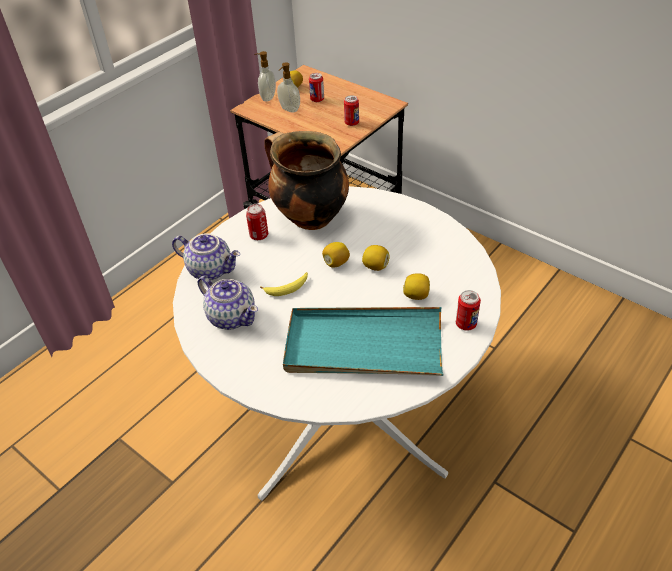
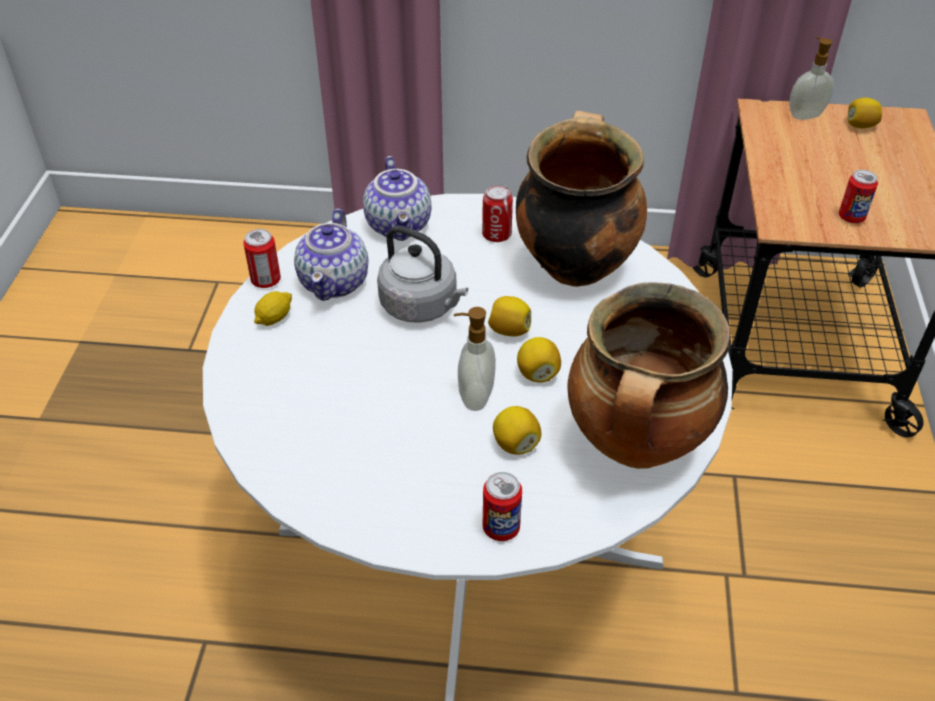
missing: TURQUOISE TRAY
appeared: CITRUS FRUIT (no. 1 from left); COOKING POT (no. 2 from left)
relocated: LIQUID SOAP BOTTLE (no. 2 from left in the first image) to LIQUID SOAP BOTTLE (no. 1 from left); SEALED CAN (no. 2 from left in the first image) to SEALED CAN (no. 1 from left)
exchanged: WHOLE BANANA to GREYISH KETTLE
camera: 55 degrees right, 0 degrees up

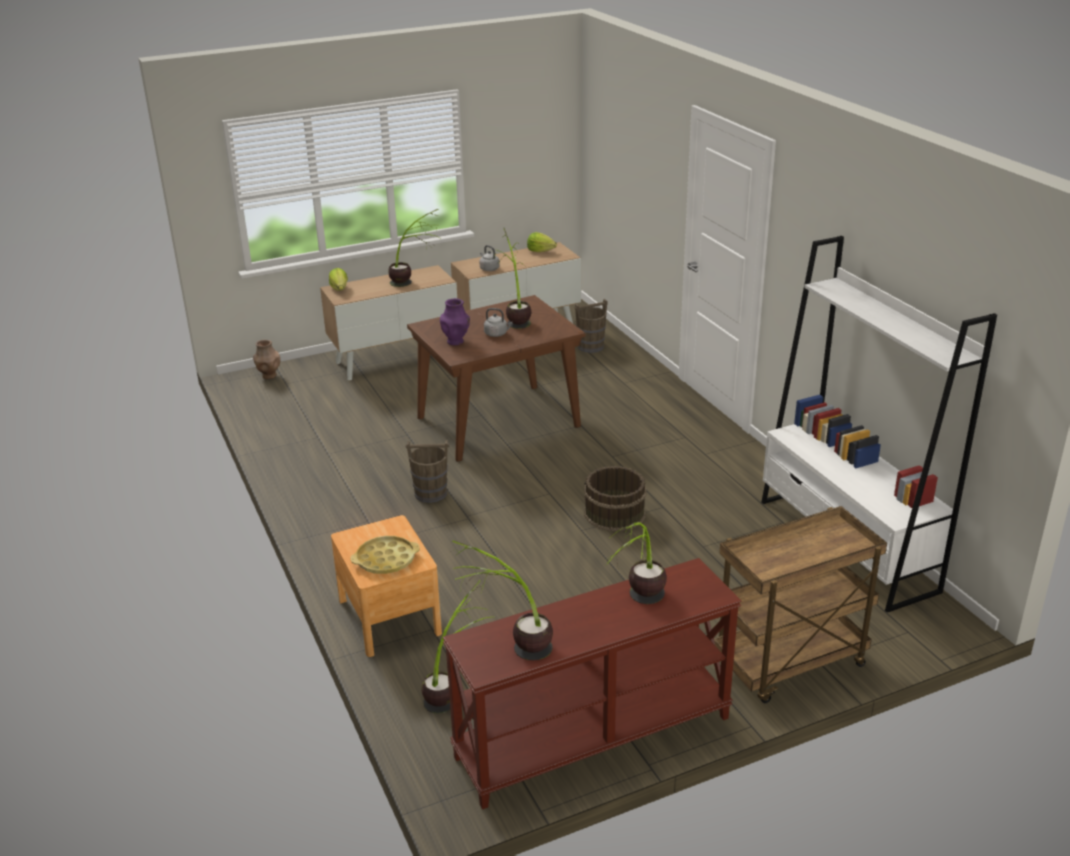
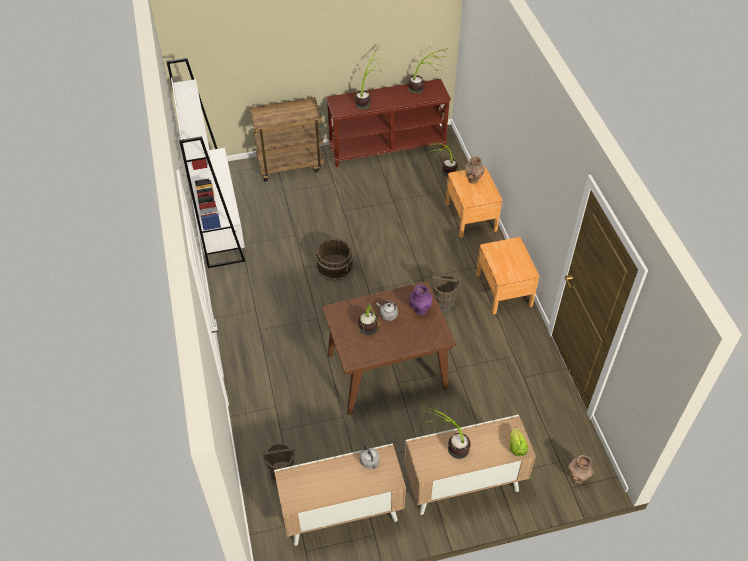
missing: LETTUCE HEAD (no. 2 from left)
appeared: BROWN-COLOURED BEDSIDE TABLE (no. 2 from left)
exchanged: YELLOW-COLOURED TRAY to BROWN-COLOURED DECORATIVE VASE (no. 1 from left)
camera: 170 degrees left, 20 degrees up

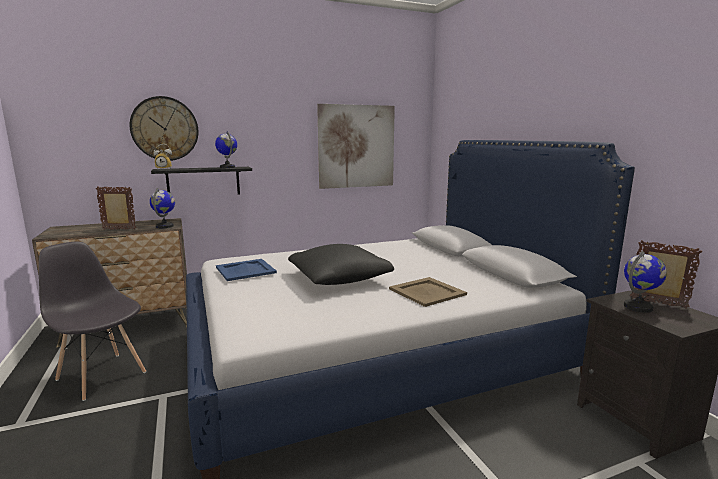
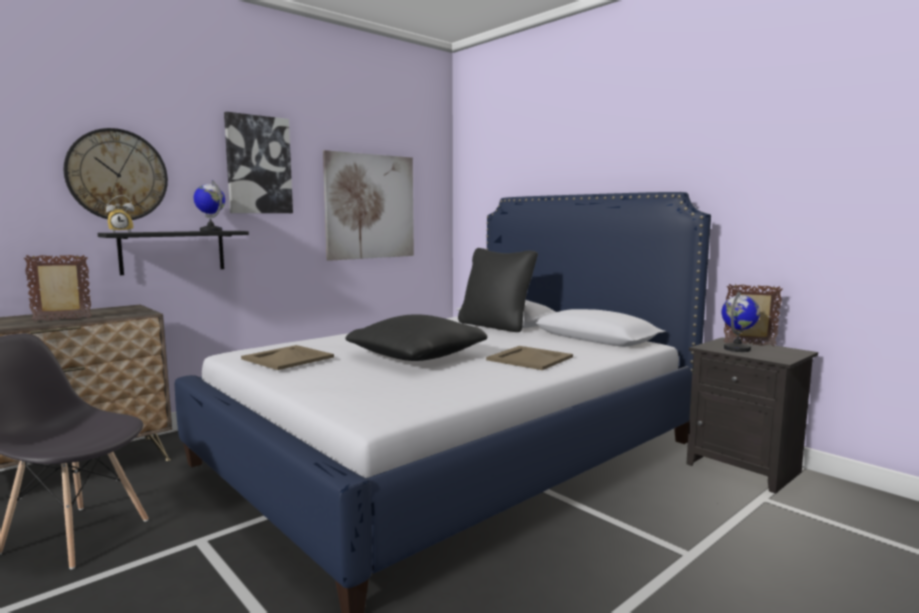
missing: GLOBE (no. 1 from left)
appeared: WALL PICTURE (no. 1 from left); BLACK THROW PILLOW (no. 2 from left)
colour: BLUE-COLOURED TRAY to BEIGE TRAY (no. 1 from left)
camera: 20 degrees left, 5 degrees down

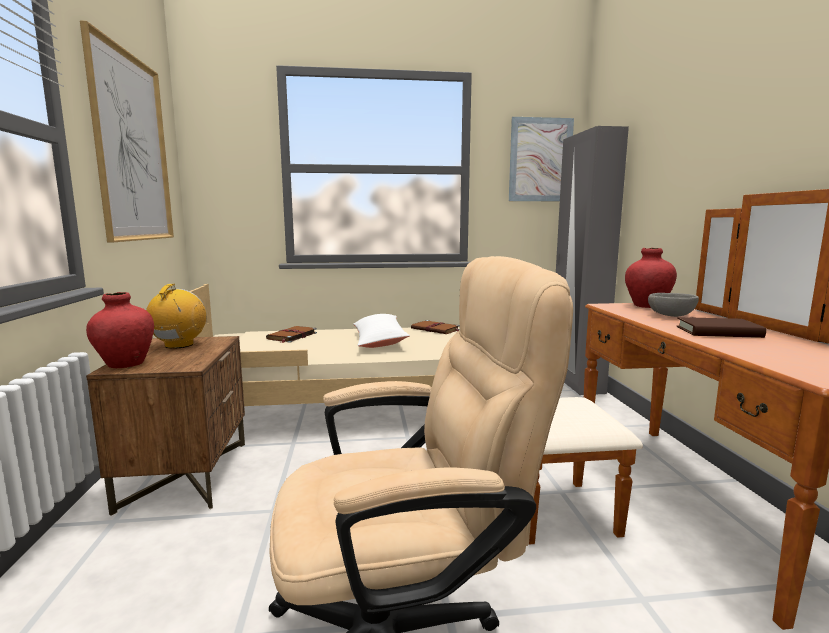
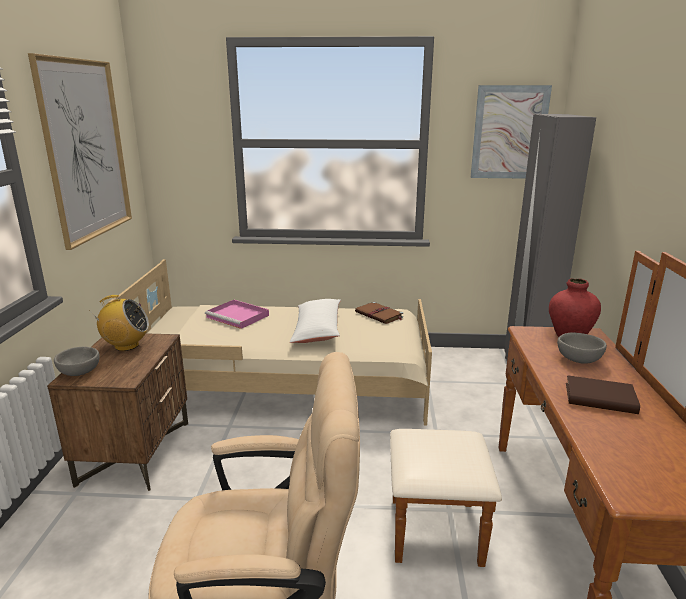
exchanged: RED-COLOURED DECORATIVE VASE (no. 1 from left) to GREYISH DEEP DISH (no. 1 from left); BROWN-COLOURED VOLUME (no. 1 from left) to PINK TRAY
spun: RADIO RECEIVER 75 degrees clockwise
camera: 10 degrees right, 10 degrees up

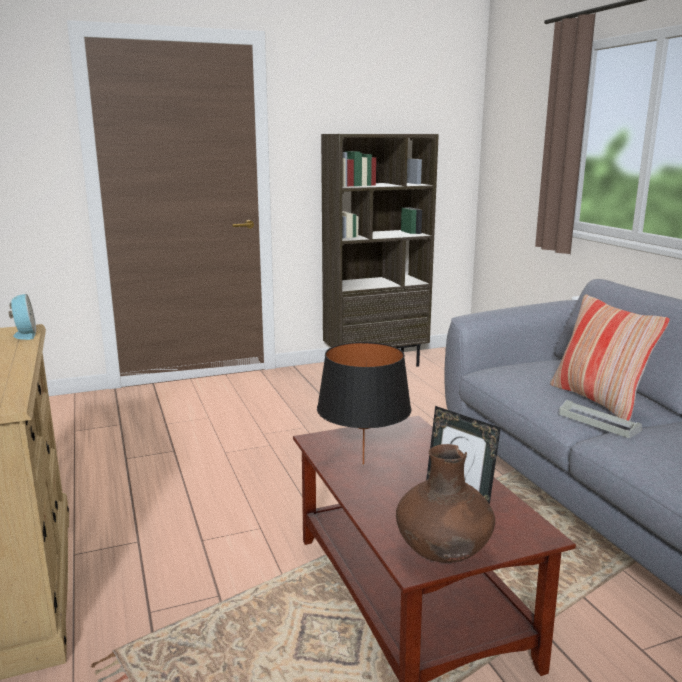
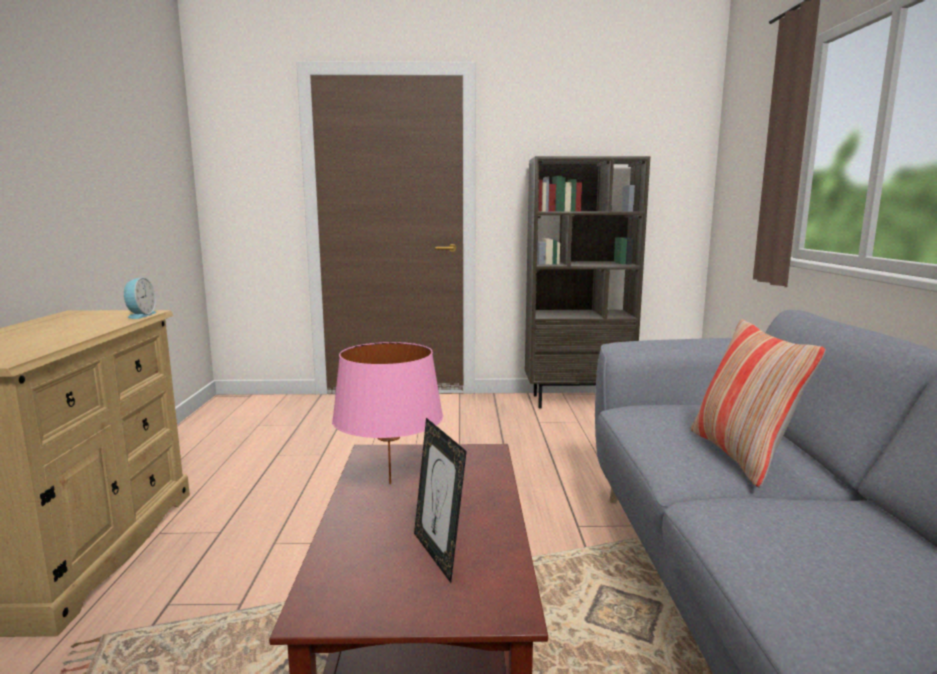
missing: BROWN-COLOURED DECORATIVE VASE; GREYISH TRAY
colour: BLACK TABLETOP LAMP to PINK TABLETOP LAMP
camera: 20 degrees right, 5 degrees down

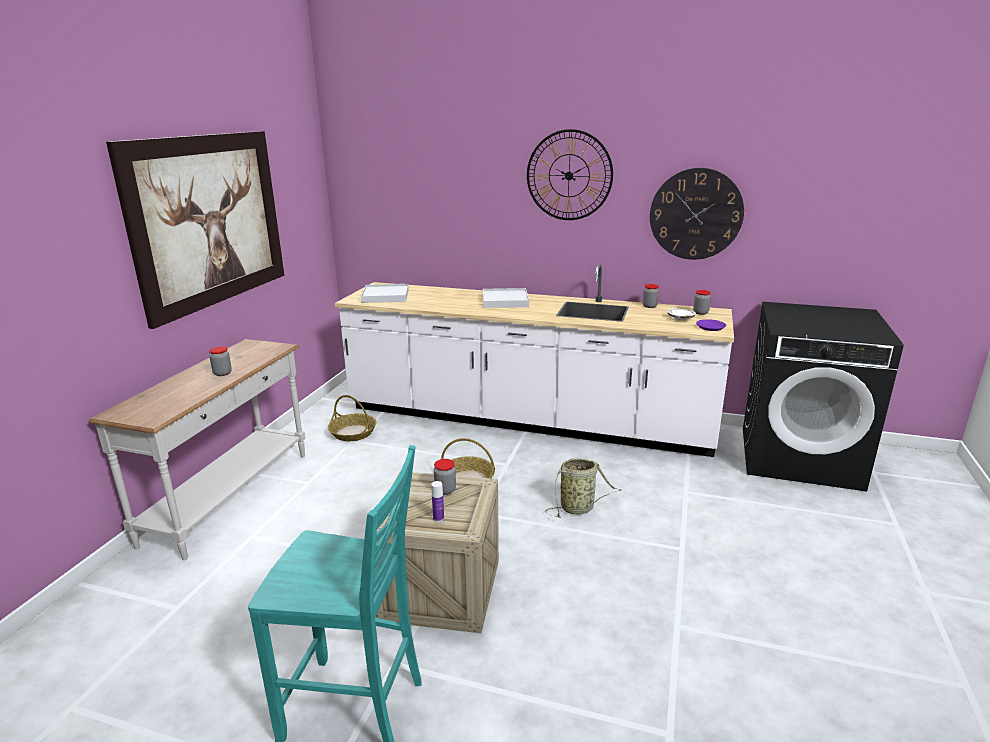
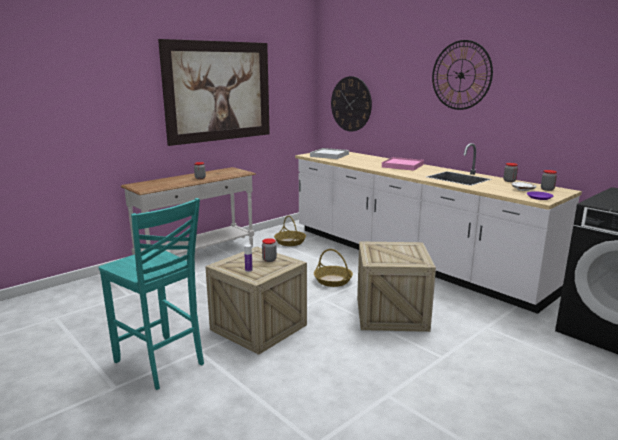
relocated: CLOCK ON THE WALL (no. 2 from left in the first image) to CLOCK ON THE WALL (no. 1 from left)
exchanged: HOUSEHOLD BASKET (no. 3 from left) to CRATE (no. 2 from left)
colour: WHITISH TRAY (no. 2 from left) to PINK TRAY
camera: 30 degrees right, 5 degrees down

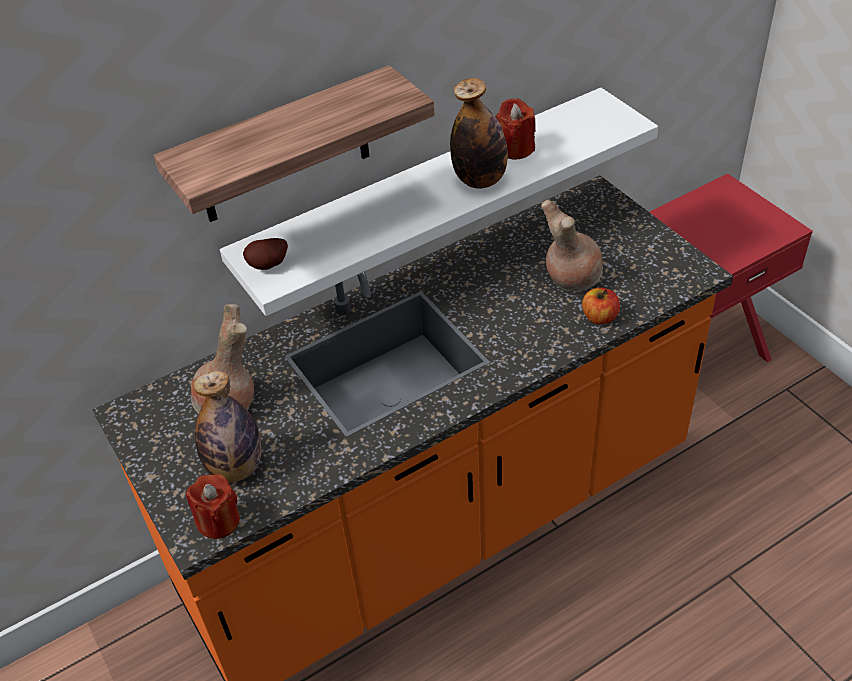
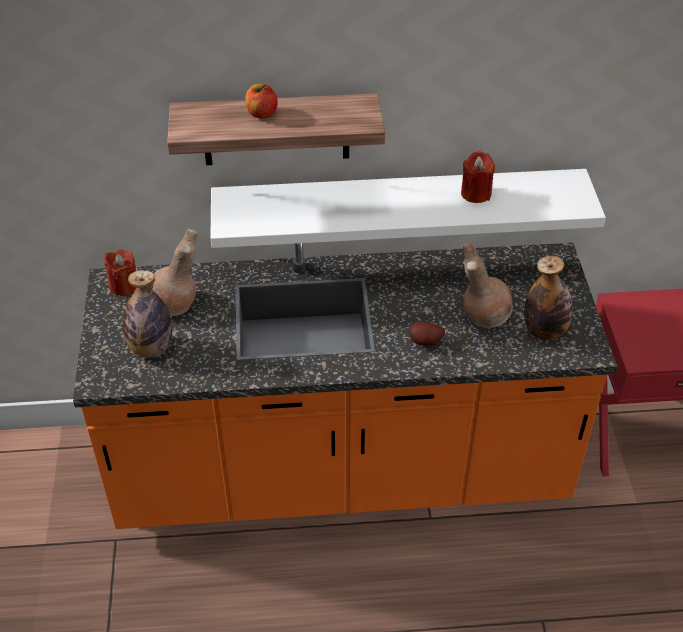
relocated: RED-COLOURED WAX LIGHT (no. 1 from left); POTATO; BEVERAGE BOTTLE (no. 2 from left); WHOLE APPLE
camera: 25 degrees right, 0 degrees up

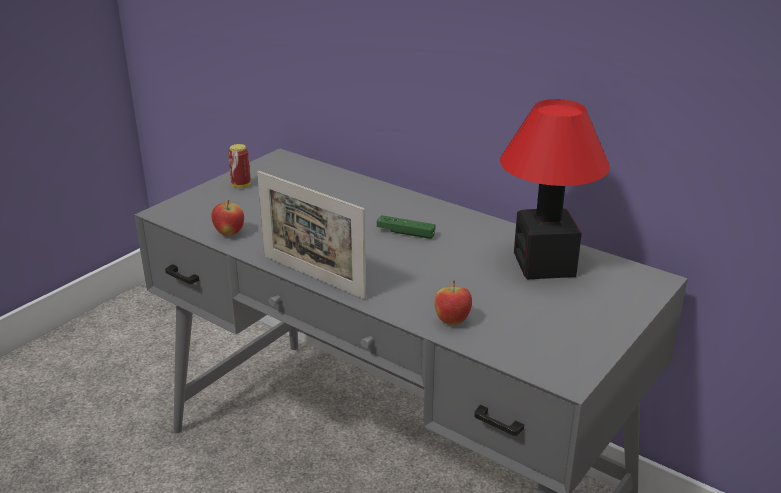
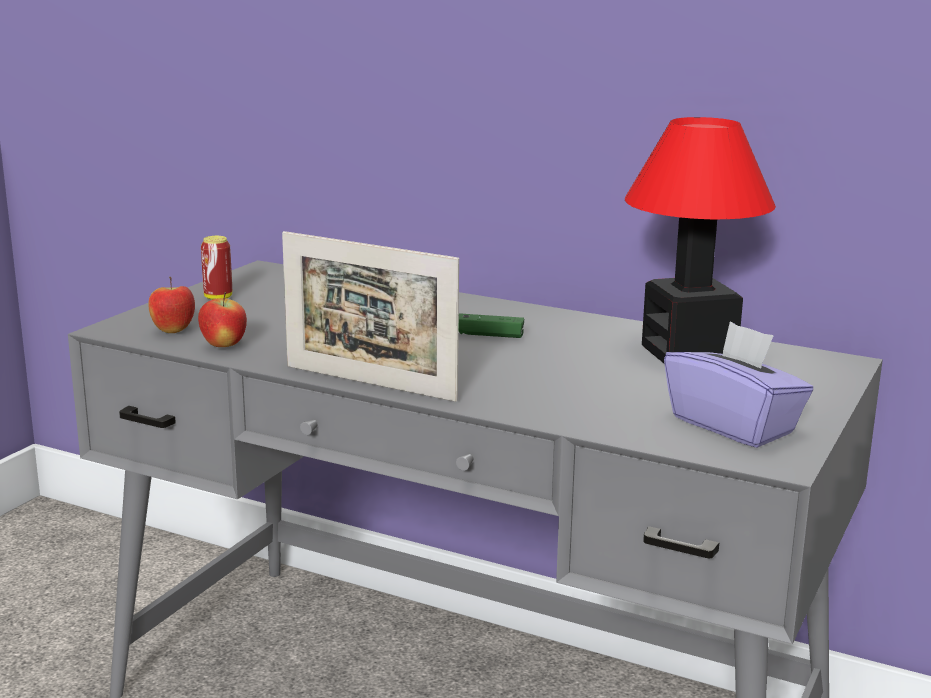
appeared: PURPLISH BOX OF TISSUES
relocated: WHOLE APPLE (no. 2 from left in the first image) to WHOLE APPLE (no. 1 from left)
camera: 10 degrees left, 10 degrees down

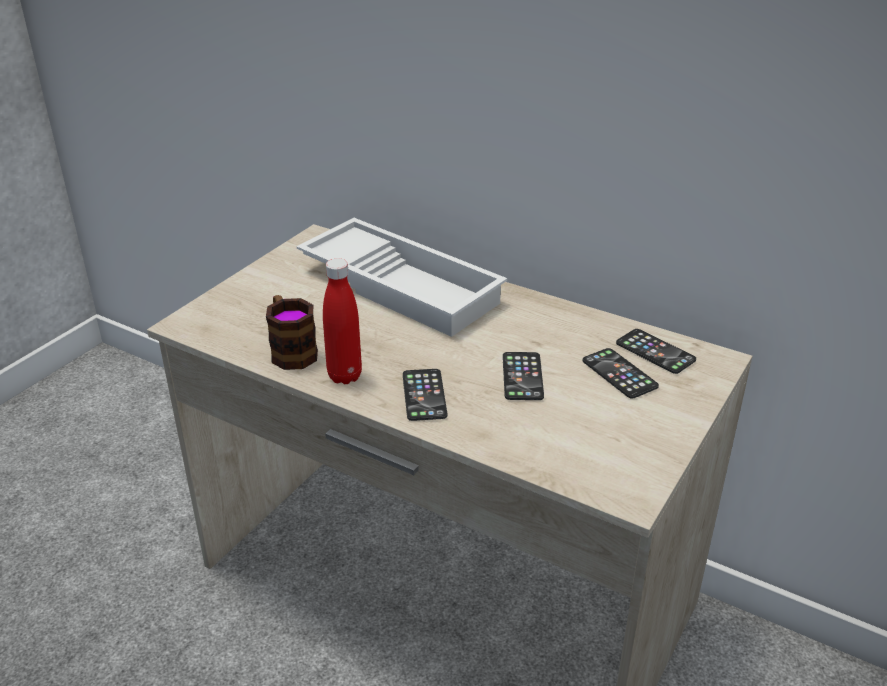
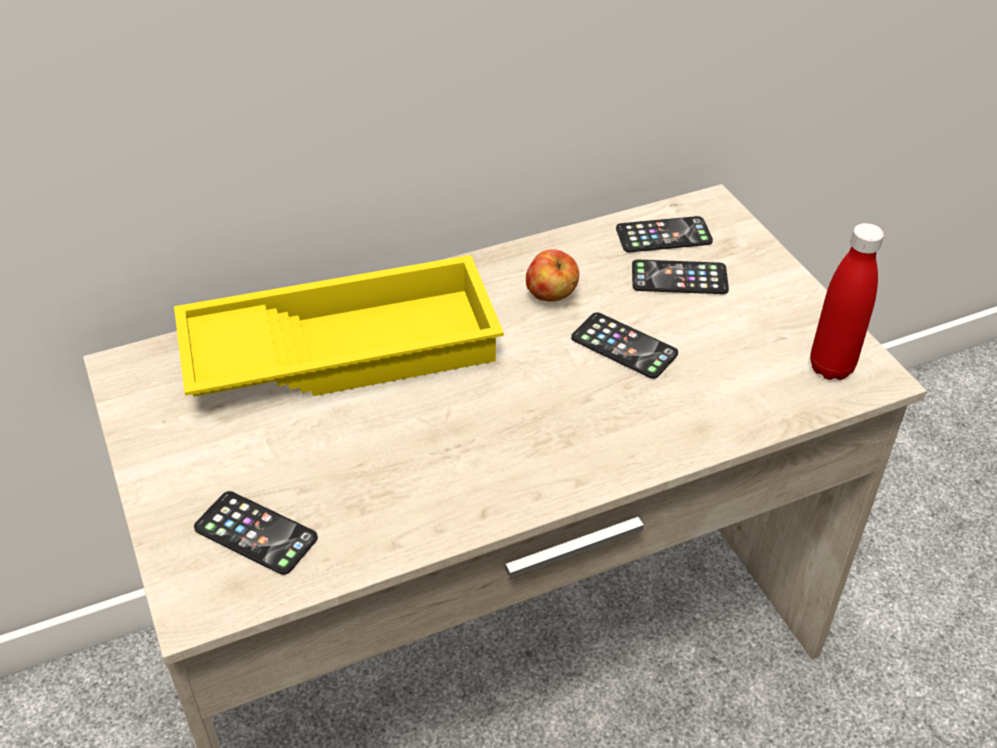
missing: COFFEE MUG
appeared: WHOLE APPLE
relocated: RED-COLOURED BEVERAGE BOTTLE; TELEPHONE (no. 1 from left)
colour: WHITISH TRAY to YELLOW-COLOURED TRAY
camera: 55 degrees left, 10 degrees up

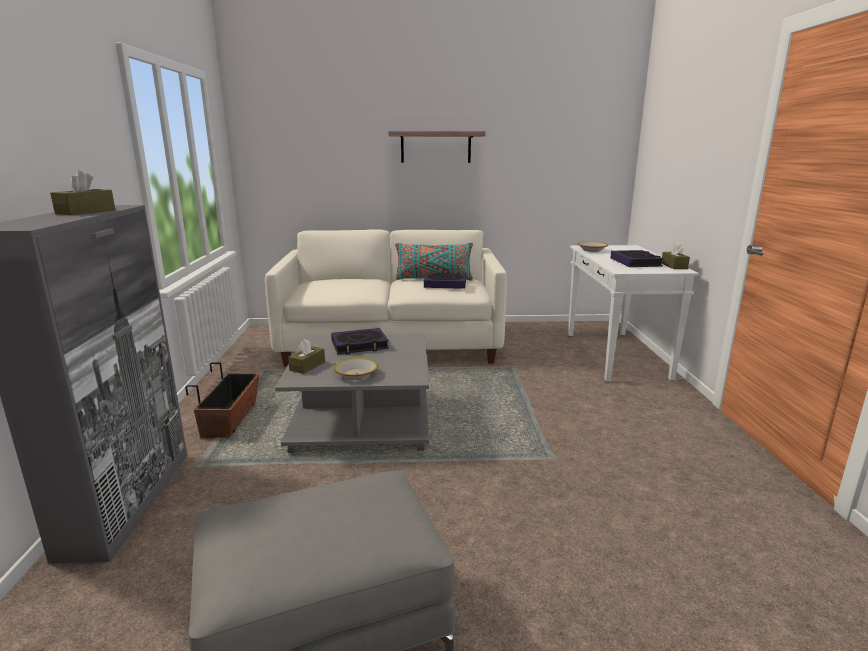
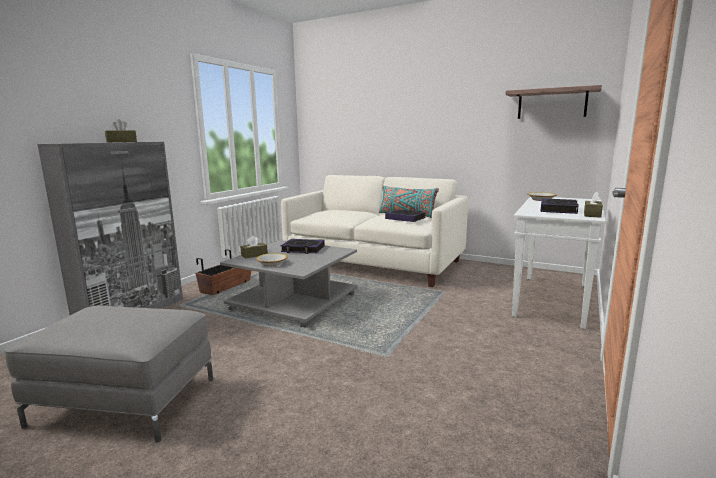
relocated: SHELF
camera: 30 degrees right, 5 degrees down

